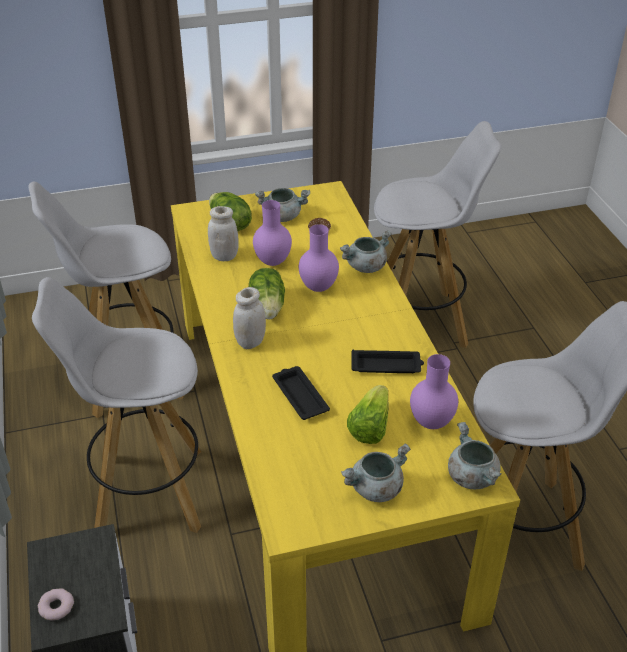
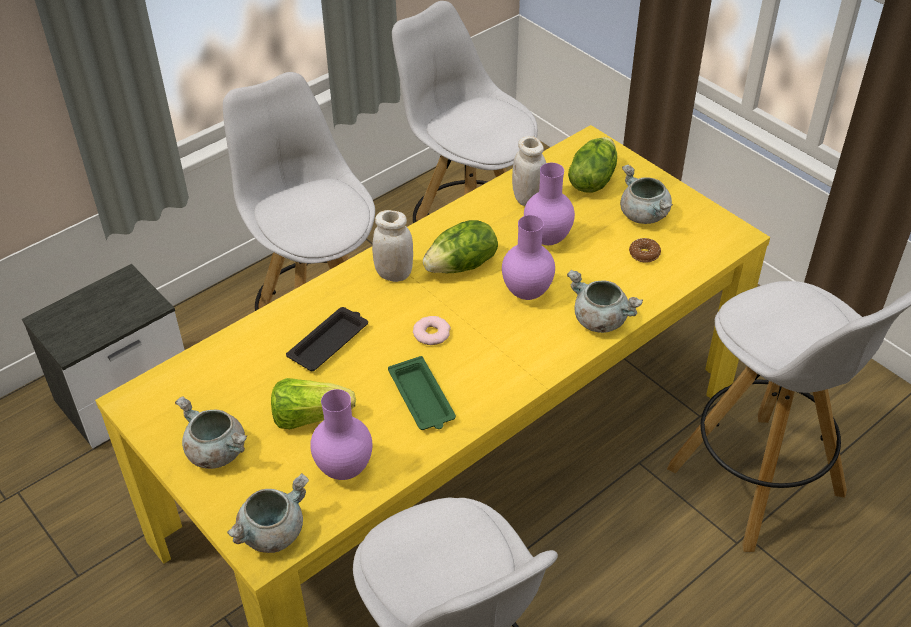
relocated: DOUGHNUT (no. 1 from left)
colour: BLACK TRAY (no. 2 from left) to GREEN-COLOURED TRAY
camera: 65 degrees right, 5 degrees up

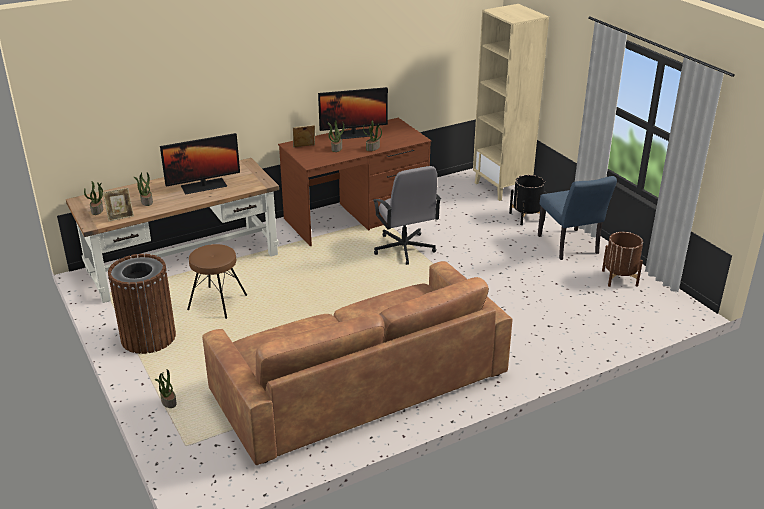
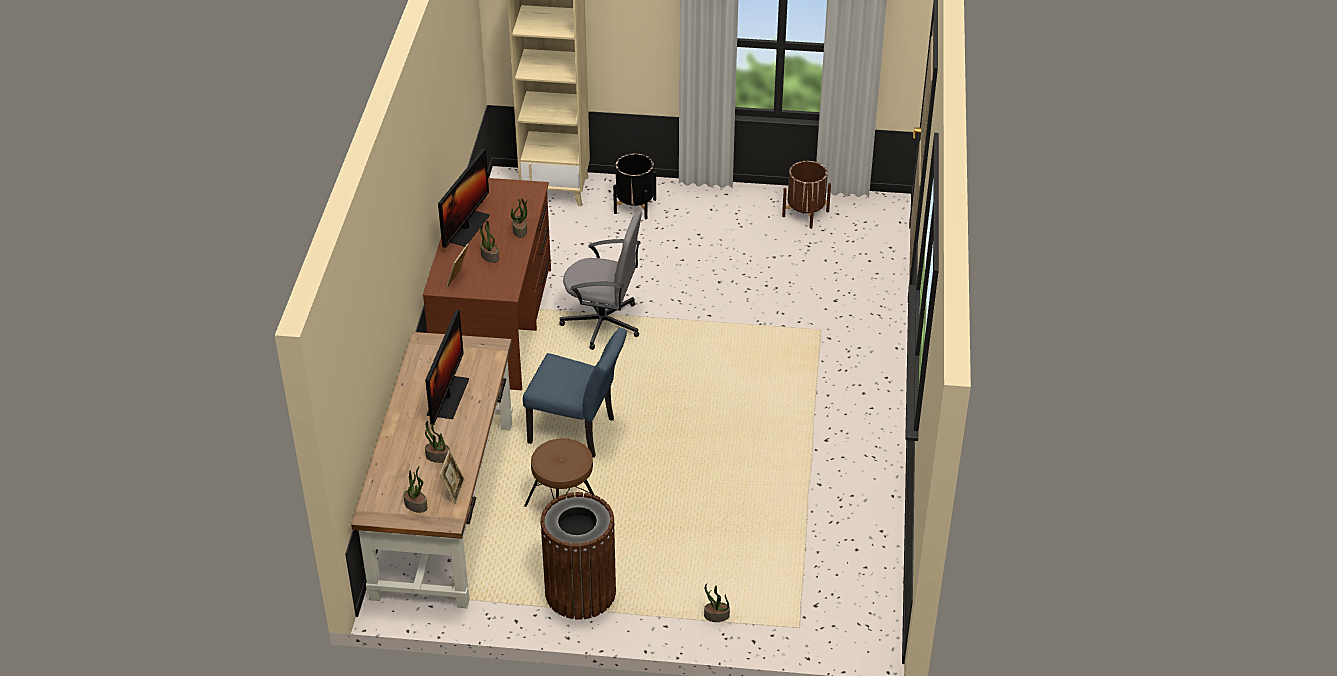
missing: BROWN-COLOURED SOFA
relocated: BLUE-COLOURED CHAIR
camera: 55 degrees left, 10 degrees up

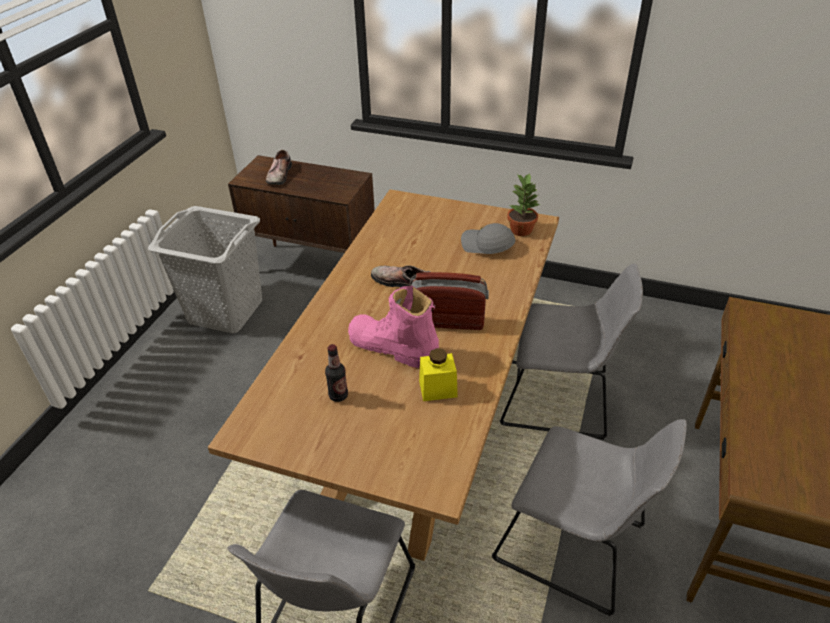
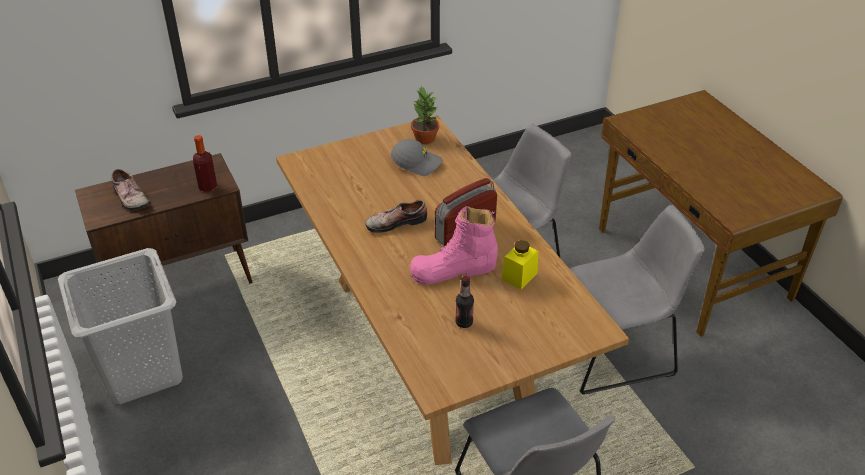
appeared: BEVERAGE BOTTLE (no. 1 from left)
spun: GREYISH BASEBALL CAP 150 degrees counterclockwise
camera: 45 degrees left, 0 degrees up

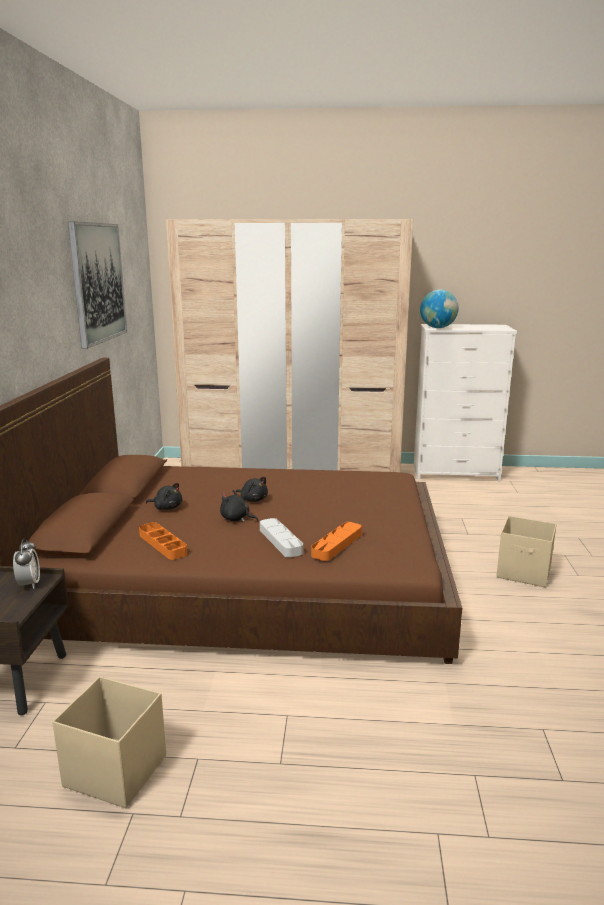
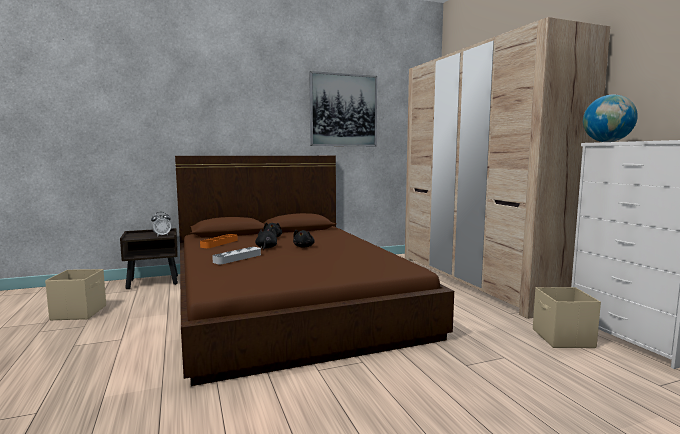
missing: ORANGEY TRAY (no. 2 from left)
relocated: BEIGE STORAGE CONTAINER (no. 2 from left)
camera: 65 degrees right, 10 degrees down

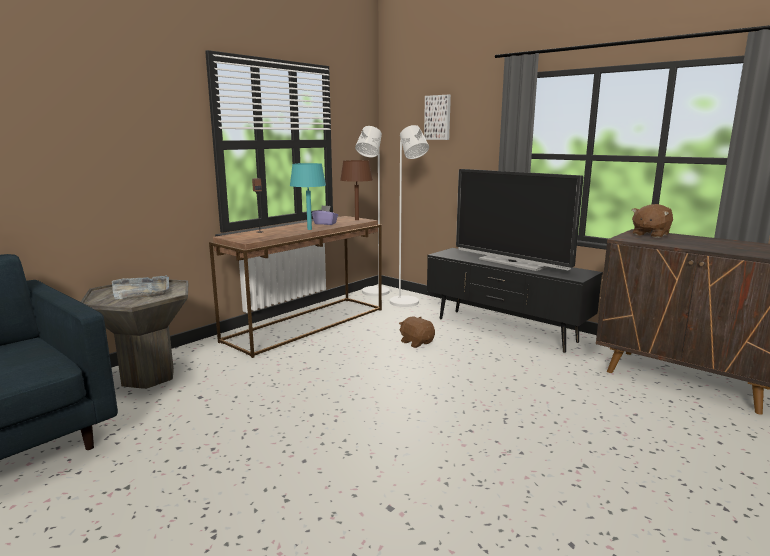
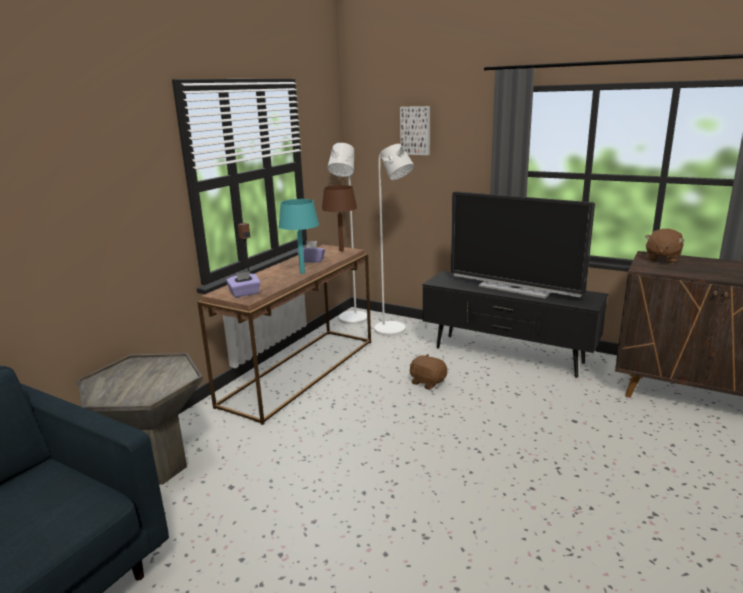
missing: GREYISH TRAY
appeared: PURPLISH BOX OF TISSUES (no. 1 from left)
camera: 10 degrees left, 5 degrees up

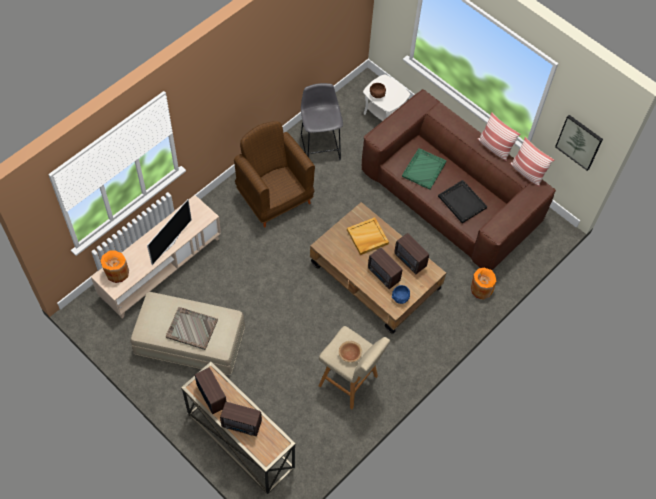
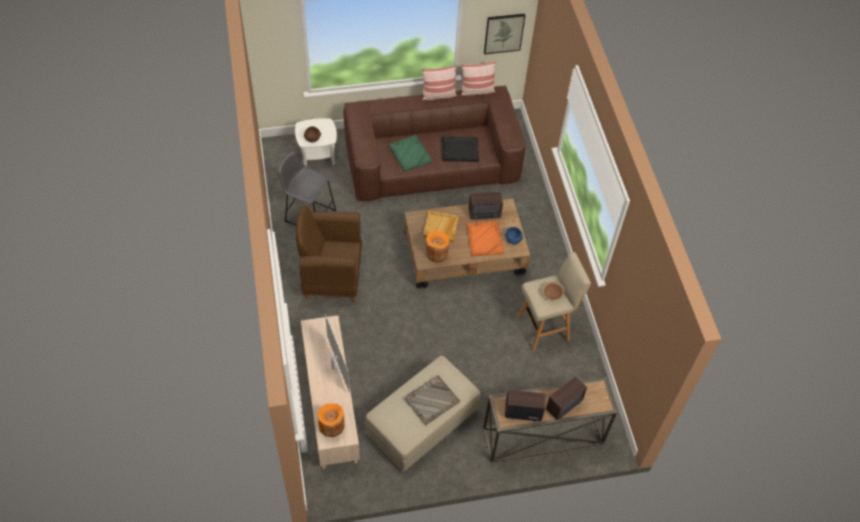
relocated: ORANGEY DECORATIVE VASE (no. 2 from left)
exchanged: RADIO RECEIVER (no. 3 from left) to ORANGEY TRAY
camera: 55 degrees left, 5 degrees down

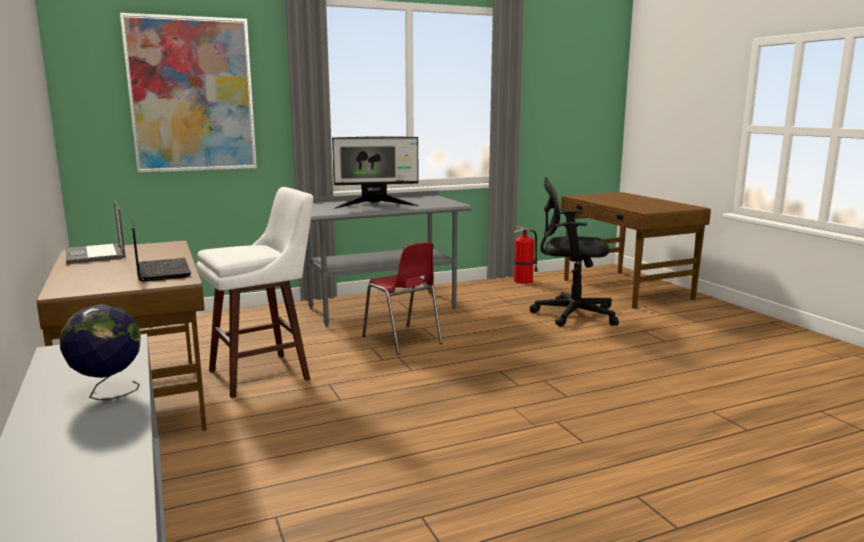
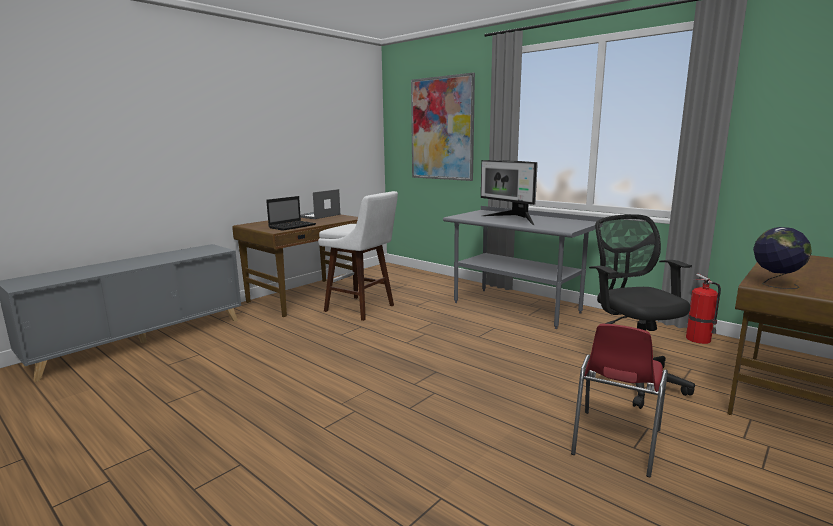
relocated: GLOBE; RED-COLOURED CHAIR
camera: 65 degrees right, 0 degrees up

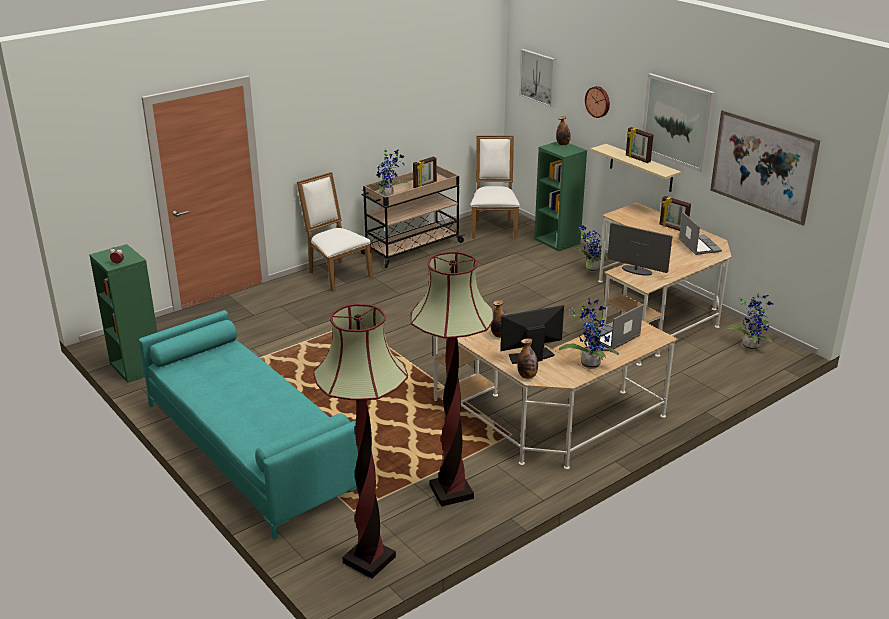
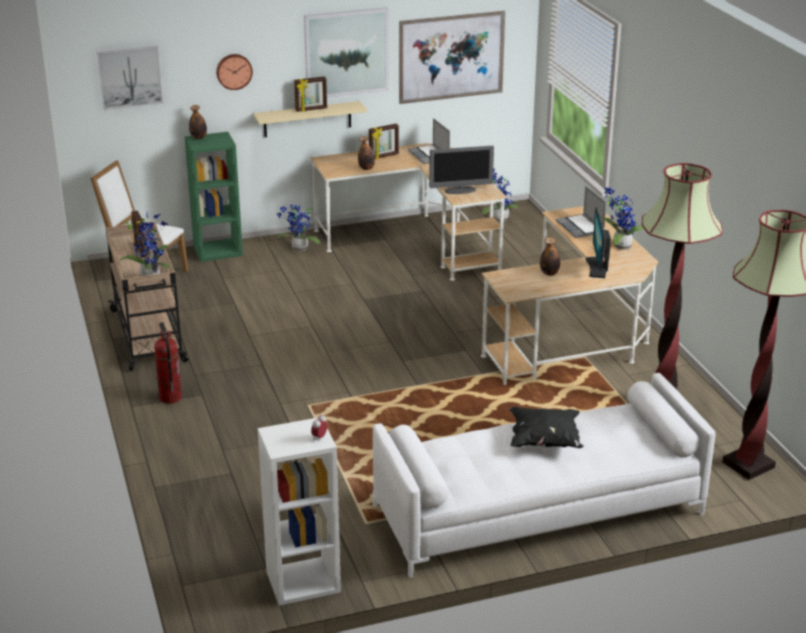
appeared: BLACK THROW PILLOW
relocated: BEVERAGE BOTTLE (no. 2 from left)
exchanged: WHITISH CHAIR (no. 1 from left) to FIRE EXTINGUISHER
colour: GREEN-COLOURED BOOKSHELF (no. 1 from left) to WHITISH BOOKSHELF; TURQUOISE SOFA to WHITISH SOFA
spun: COMPUTER DISPLAY (no. 2 from left in the first image) 150 degrees counterclockwise; NOTEBOOK COMPUTER (no. 2 from left in the first image) 120 degrees counterclockwise
camera: 70 degrees left, 0 degrees up

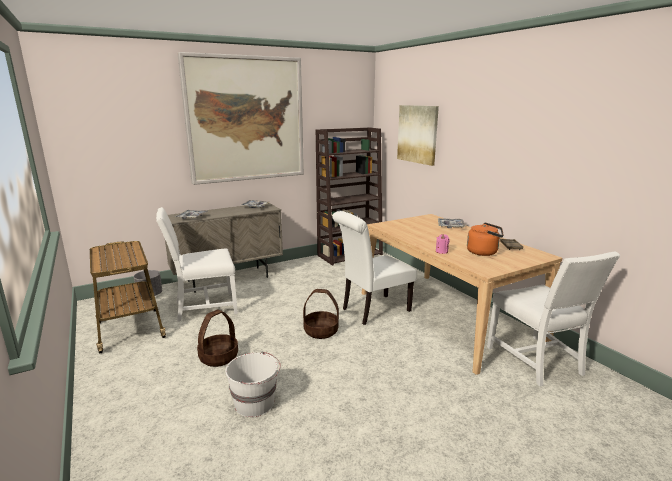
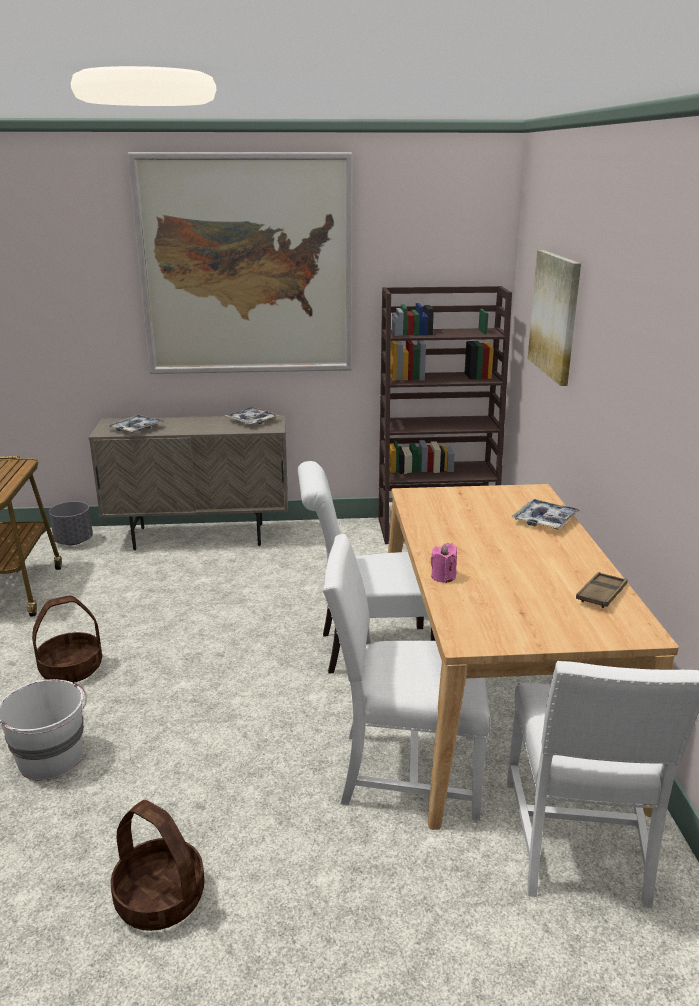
missing: ORANGEY KETTLE
relocated: WHITISH CHAIR (no. 1 from left in the first image) to WHITISH CHAIR (no. 2 from left); HOUSEHOLD BASKET (no. 2 from left)
camera: 25 degrees right, 5 degrees up

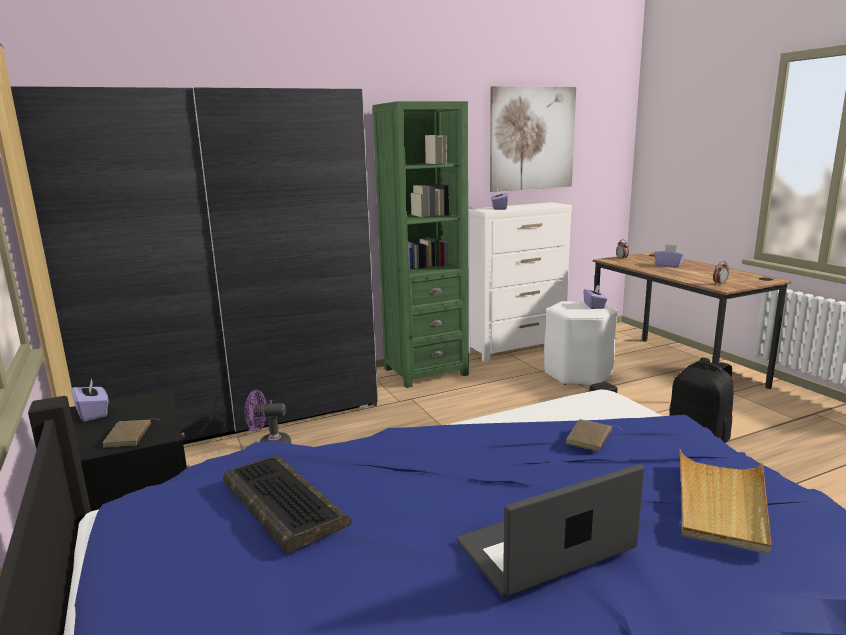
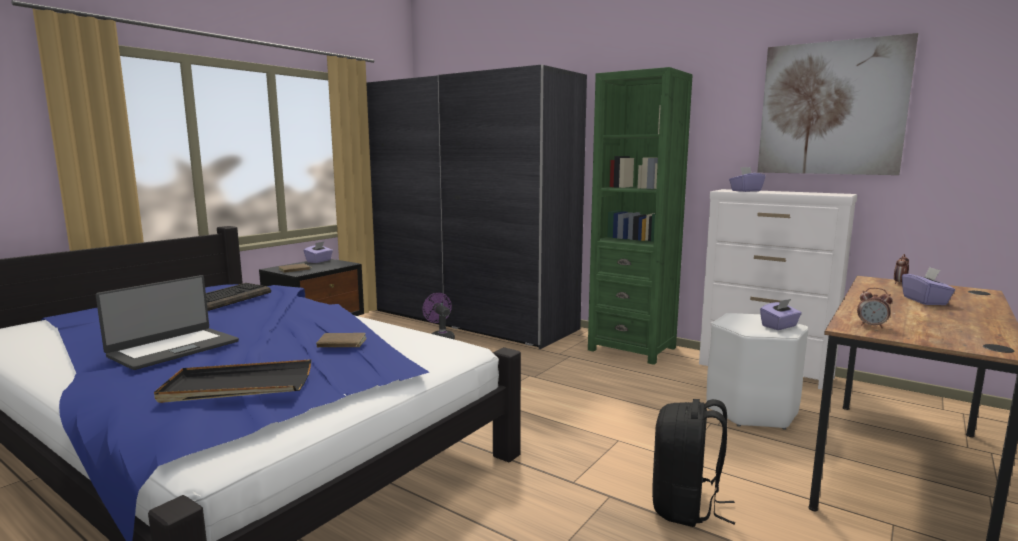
colour: BEIGE TRAY to BLACK TRAY
spun: NOTEBOOK COMPUTER 90 degrees clockwise
camera: 60 degrees right, 5 degrees down

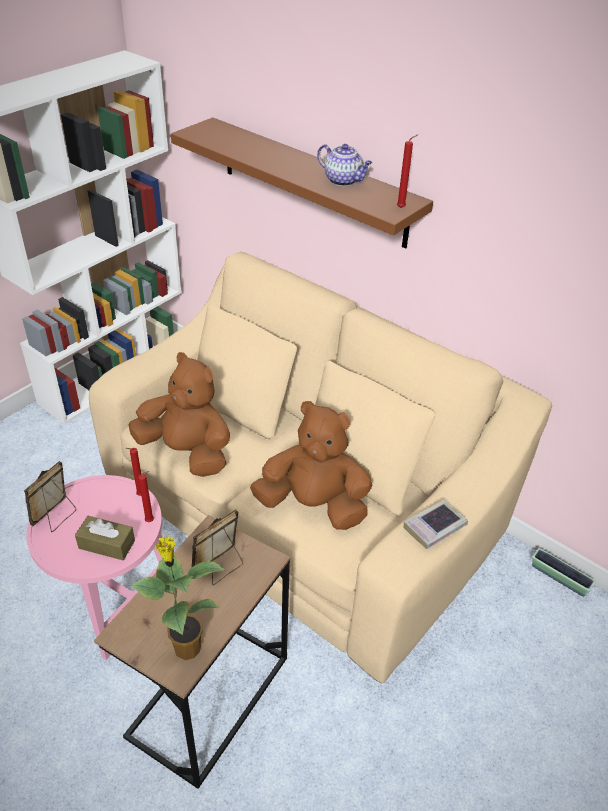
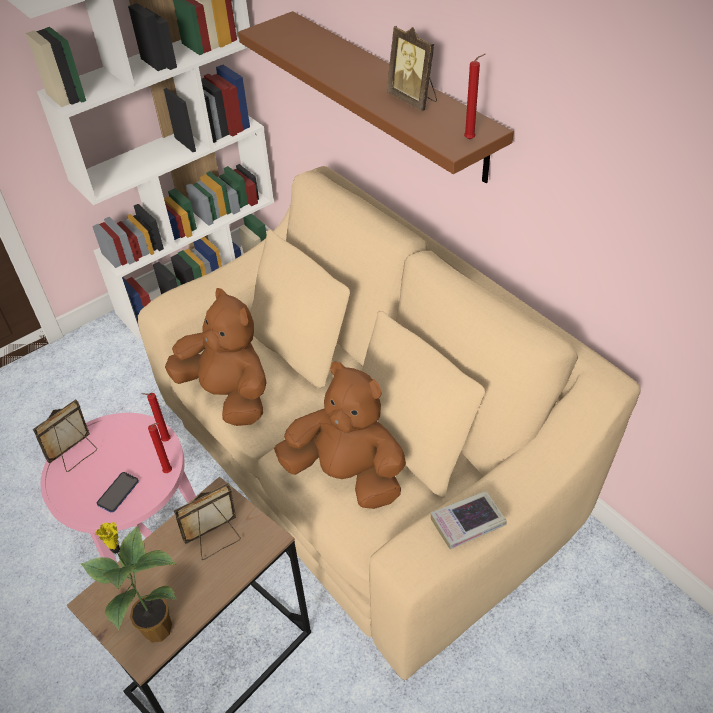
missing: FLOWER POT
exchanged: BROWN-COLOURED BOX OF TISSUES to TELEPHONE; TEAPOT to STANDING FRAME (no. 3 from left)
camera: 15 degrees right, 5 degrees up

